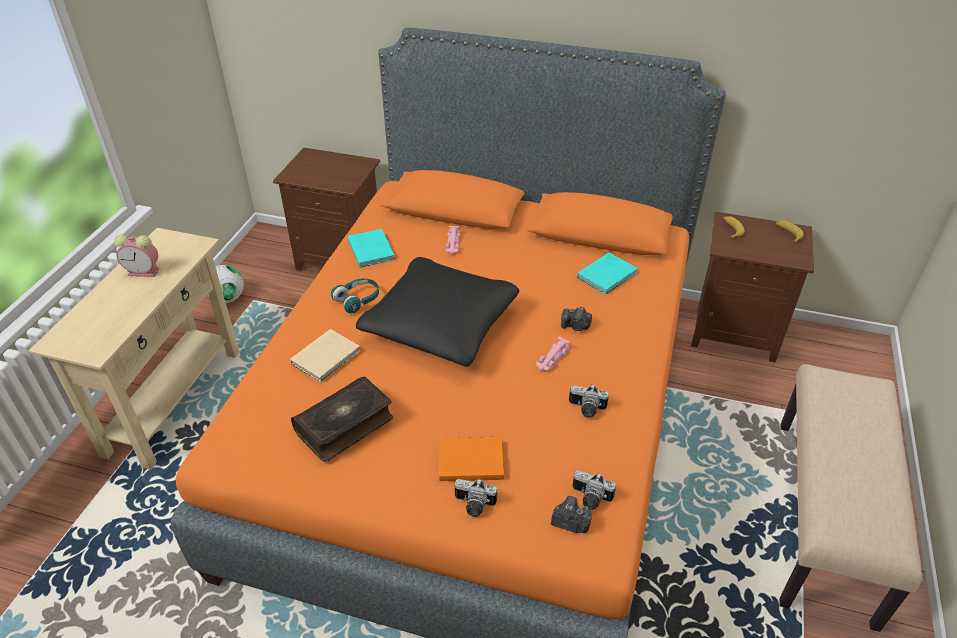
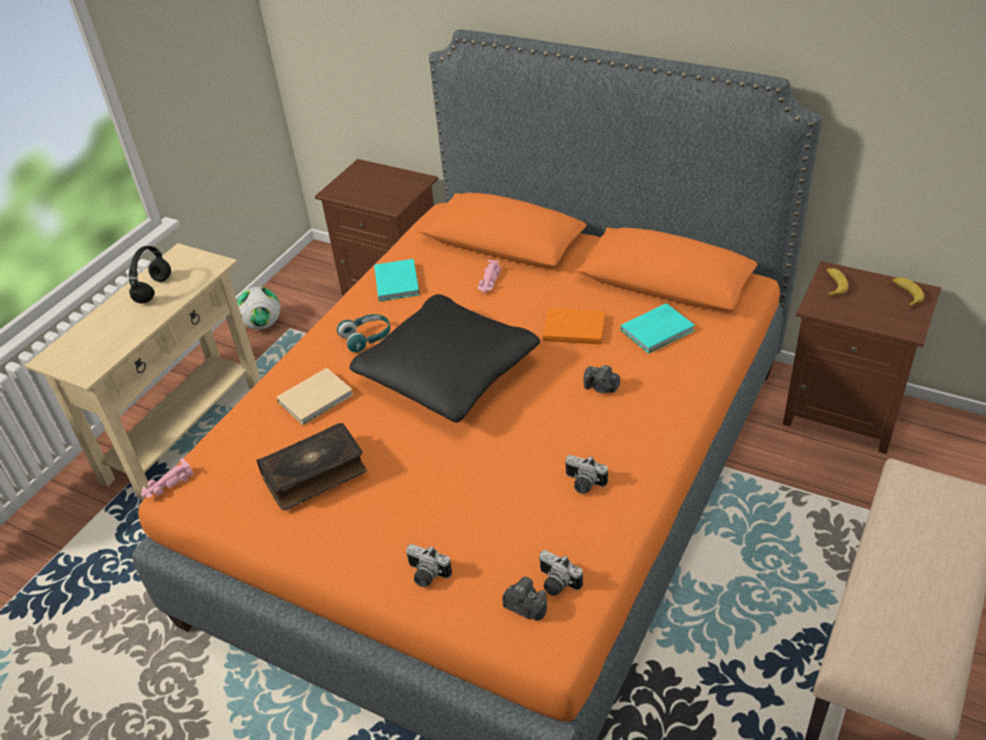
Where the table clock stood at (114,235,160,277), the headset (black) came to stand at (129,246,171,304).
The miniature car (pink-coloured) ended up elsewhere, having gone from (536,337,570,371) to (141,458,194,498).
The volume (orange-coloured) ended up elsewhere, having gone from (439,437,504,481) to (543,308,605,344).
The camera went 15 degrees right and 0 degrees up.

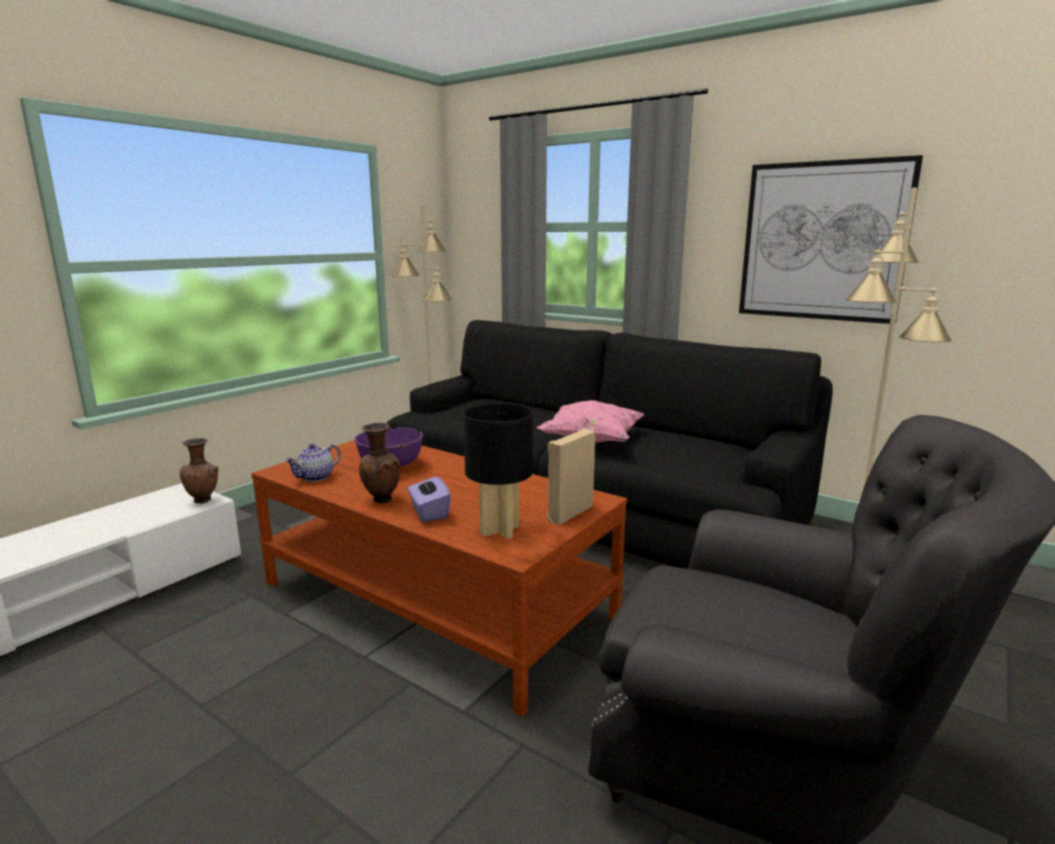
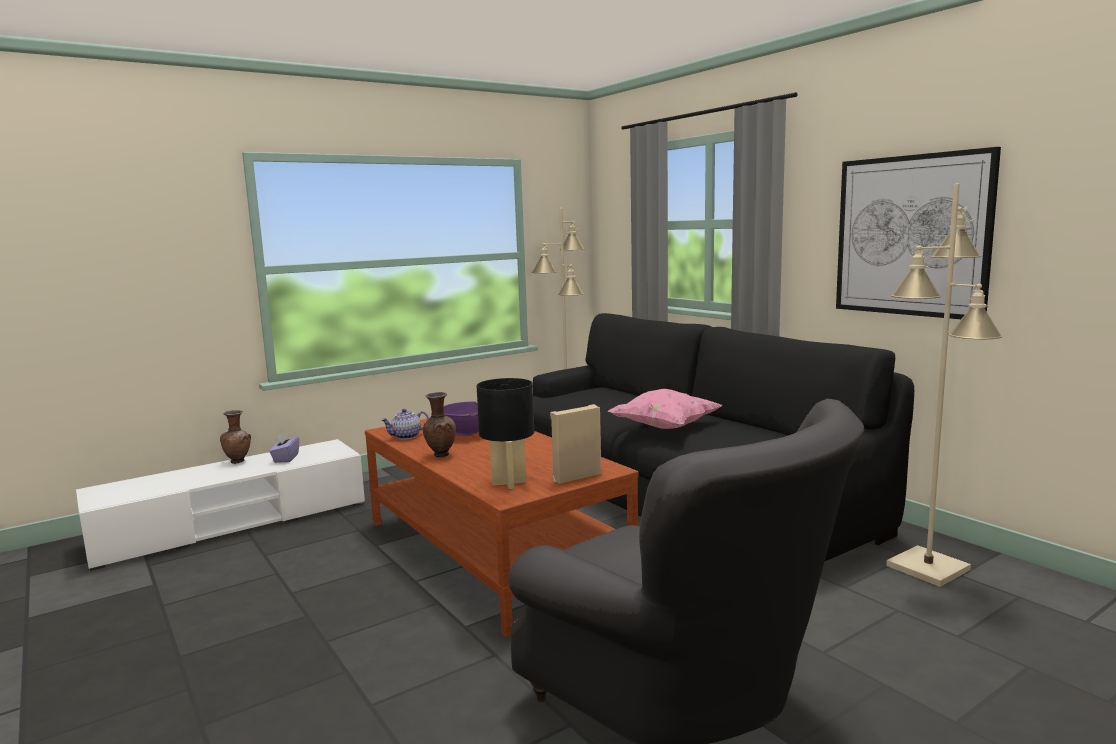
The vase (brown-coloured) ended up elsewhere, having gone from (180,438,218,504) to (220,410,251,464).
The box of tissues (purple) ended up elsewhere, having gone from (408,474,451,522) to (269,432,299,463).
The camera went 20 degrees right and 5 degrees down.

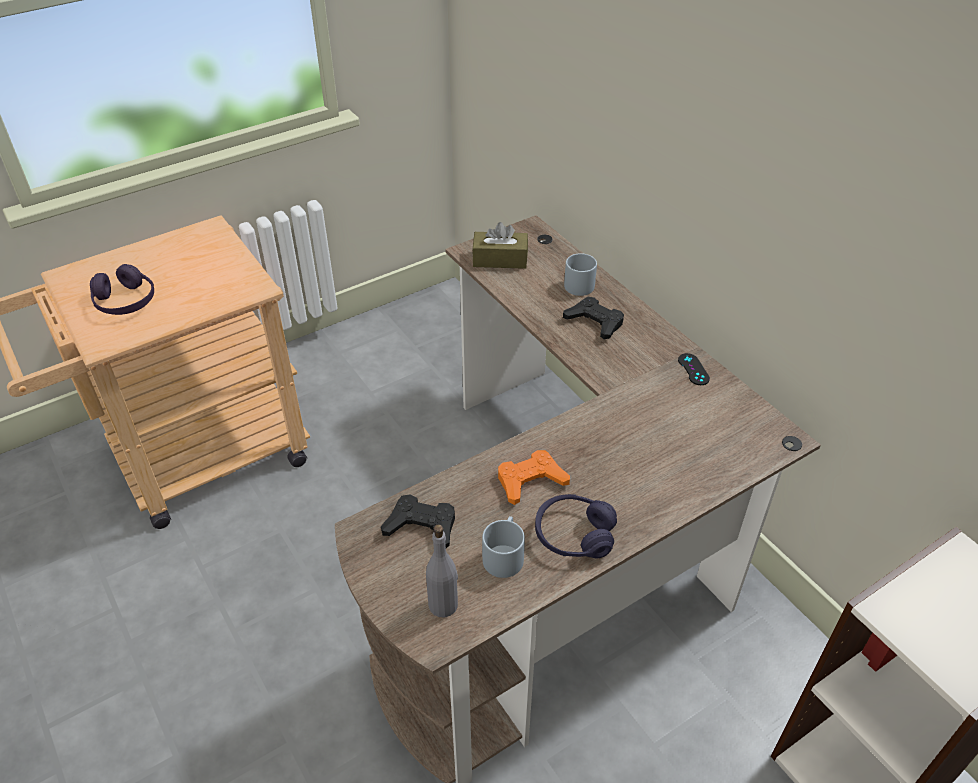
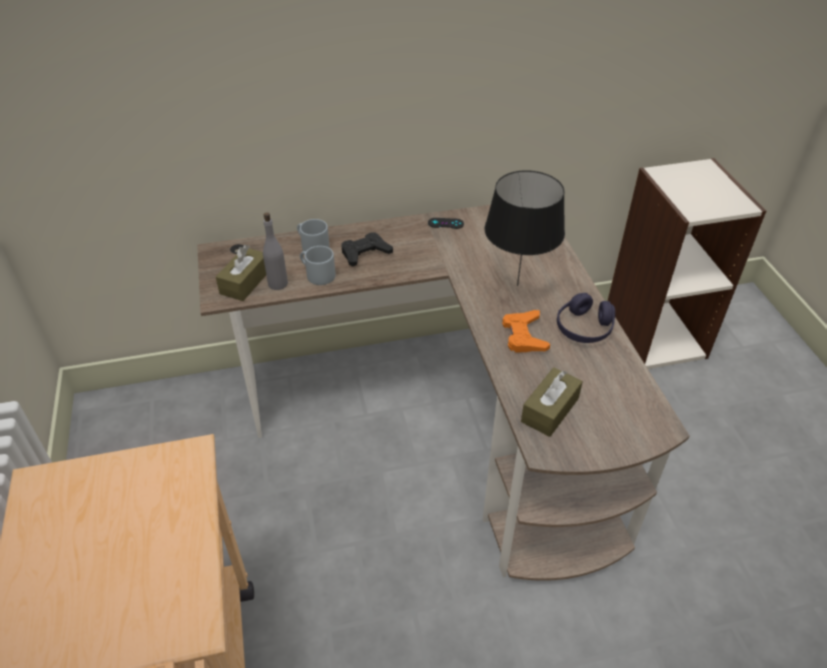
The beverage bottle (greyish) ended up elsewhere, having gone from (426,524,458,617) to (263,212,288,290).
The coffee mug (greyish) ended up elsewhere, having gone from (482,516,525,578) to (300,246,336,285).
The second view gained the table lamp (black) at (484,170,565,286).
Where the joypad (black) stood at (381,495,455,548), the box of tissues (brown-coloured) came to stand at (521,367,583,437).
The second view lost the headset (purple) at (90,264,154,315).
The camera went 70 degrees left and 0 degrees up.

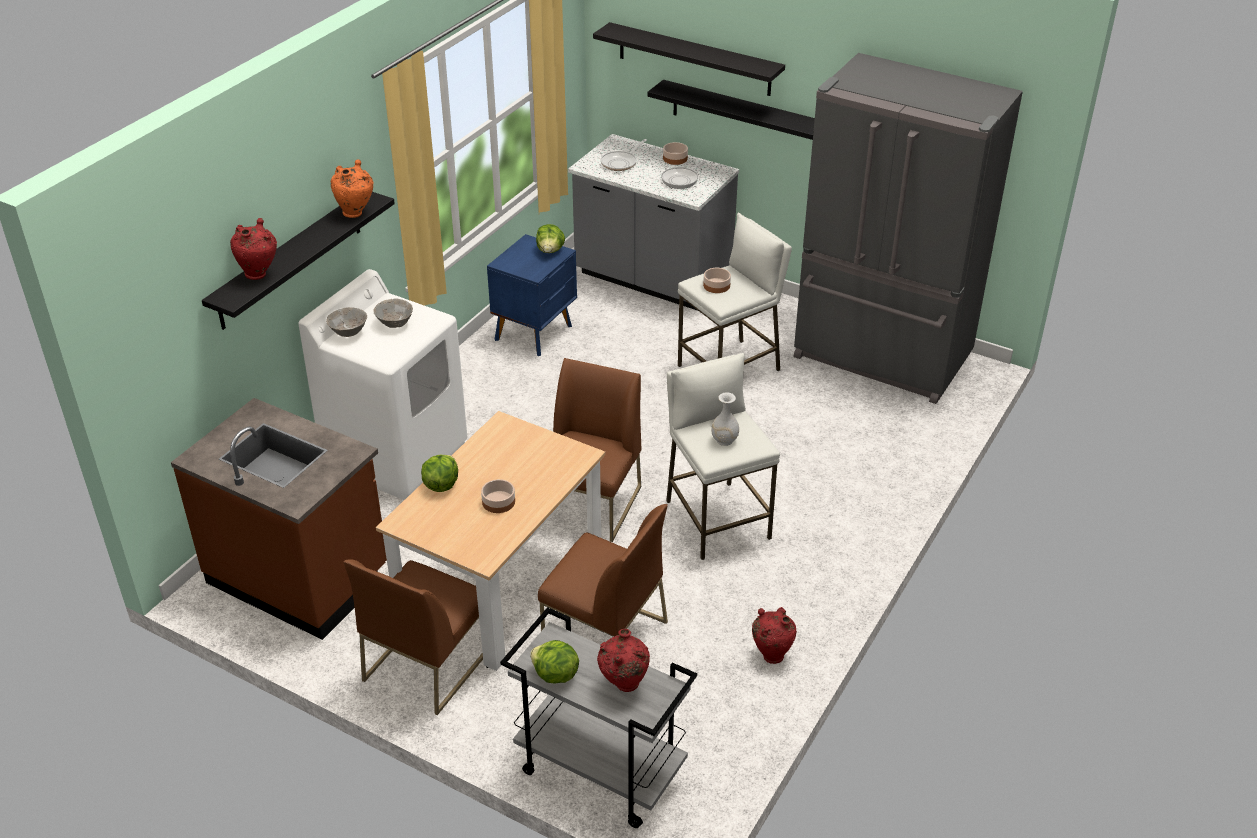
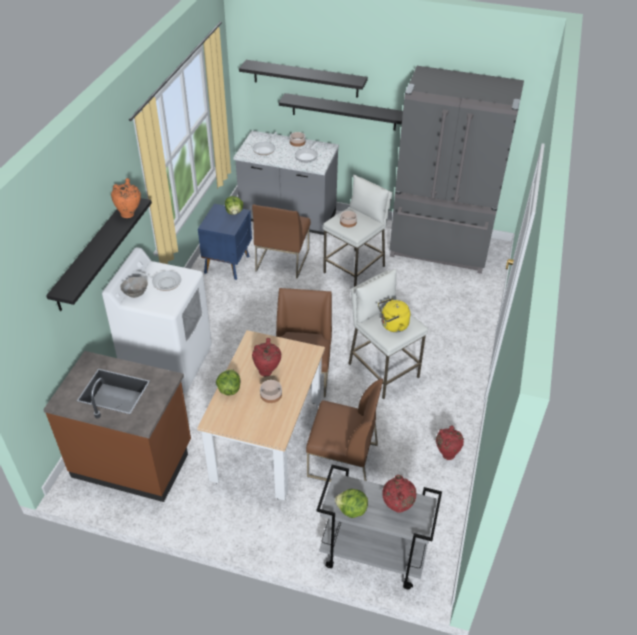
Where the serving bowl (greyish) stood at (373,298,413,328), the frying pan came to stand at (133,270,181,291).
The plain chair (brown-coloured) ended up elsewhere, having gone from (344,559,483,715) to (252,204,311,279).
The vase (red-coloured) ended up elsewhere, having gone from (230,218,277,280) to (252,338,281,376).
Where the vase (white-coloured) stood at (711,392,739,446), the tea kettle (yellowish) came to stand at (378,298,410,332).
The camera went 15 degrees left and 5 degrees up.

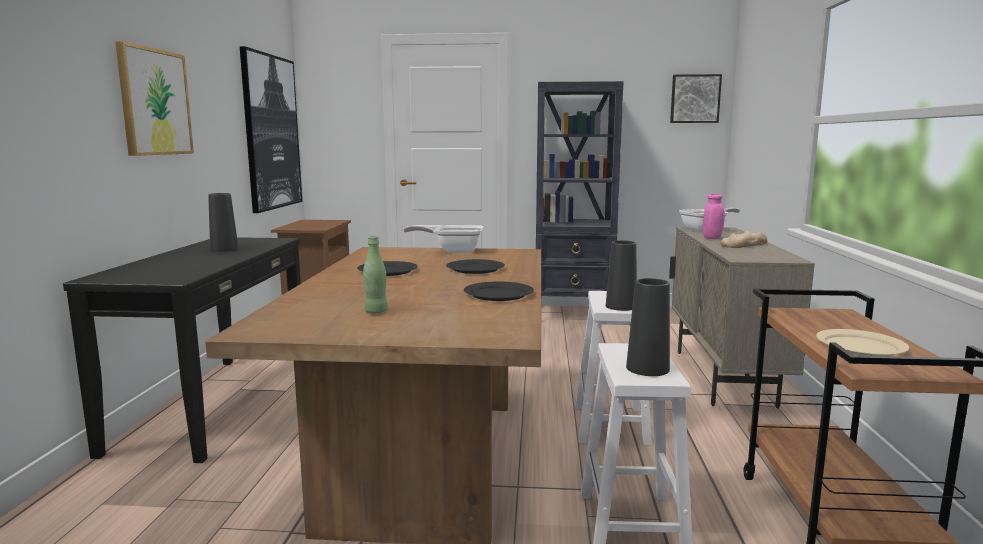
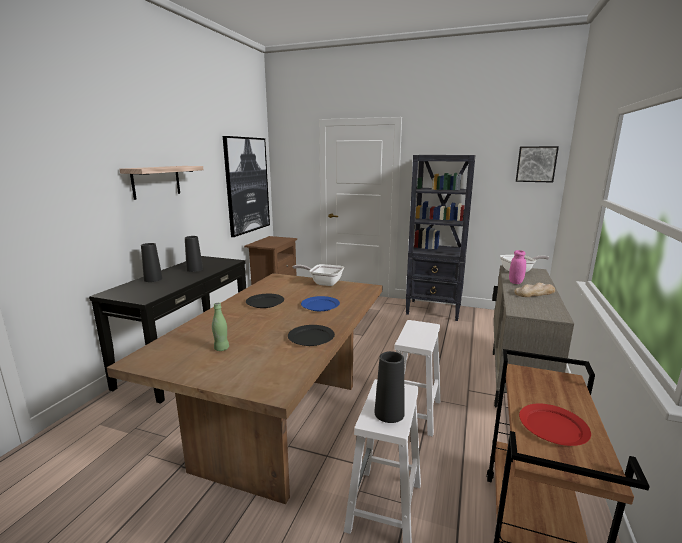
Where the picture hung at (115,41,194,156), the shelf came to hang at (120,166,203,200).
The vase (black) ended up elsewhere, having gone from (606,240,637,311) to (141,243,163,282).
What was the dinner plate (black) at (446,259,505,274) turned into the dinner plate (bluish) at (301,296,340,311).
What was the dinner plate (sand-coloured) at (816,329,910,356) turned into the dinner plate (red-coloured) at (519,403,591,446).
The camera went 15 degrees right and 5 degrees up.

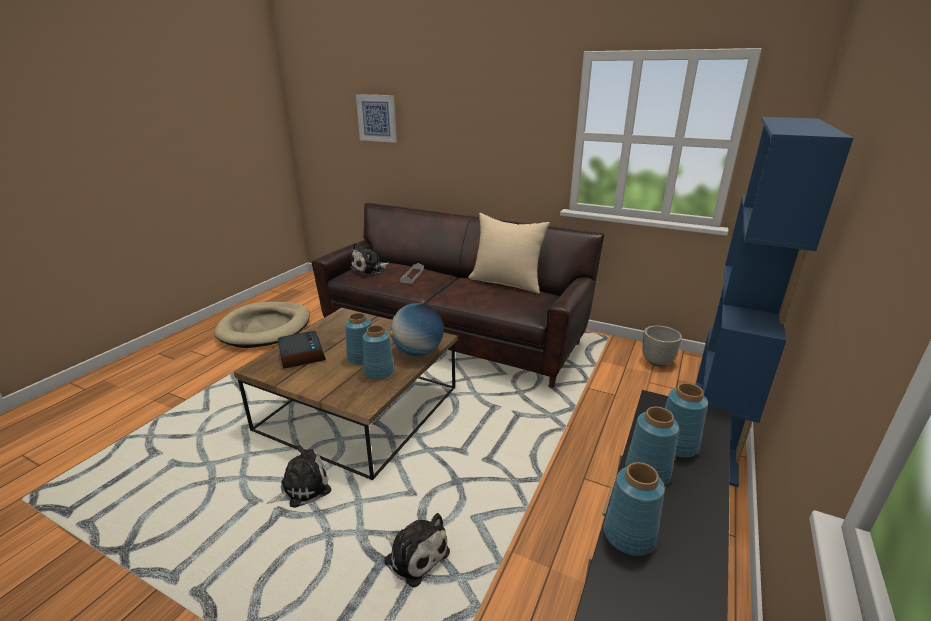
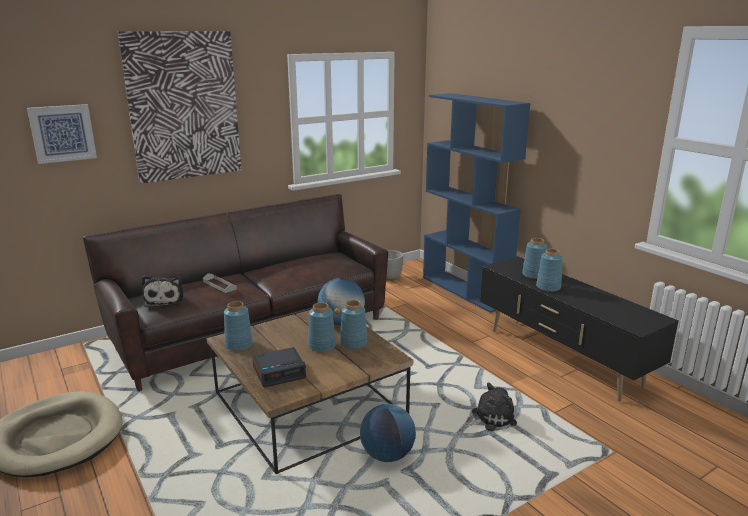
The second view gained the picture at (117,31,241,183).
The vase (bluish) ended up elsewhere, having gone from (604,462,665,556) to (224,301,253,351).
The table clock at (278,331,326,368) ended up facing another way, 150 degrees clockwise from before.
Where the soft toy stood at (267,445,331,508), the globe came to stand at (360,404,416,462).
The second view lost the pillow (sand-coloured) at (468,213,550,294).
The camera went 60 degrees left and 5 degrees down.

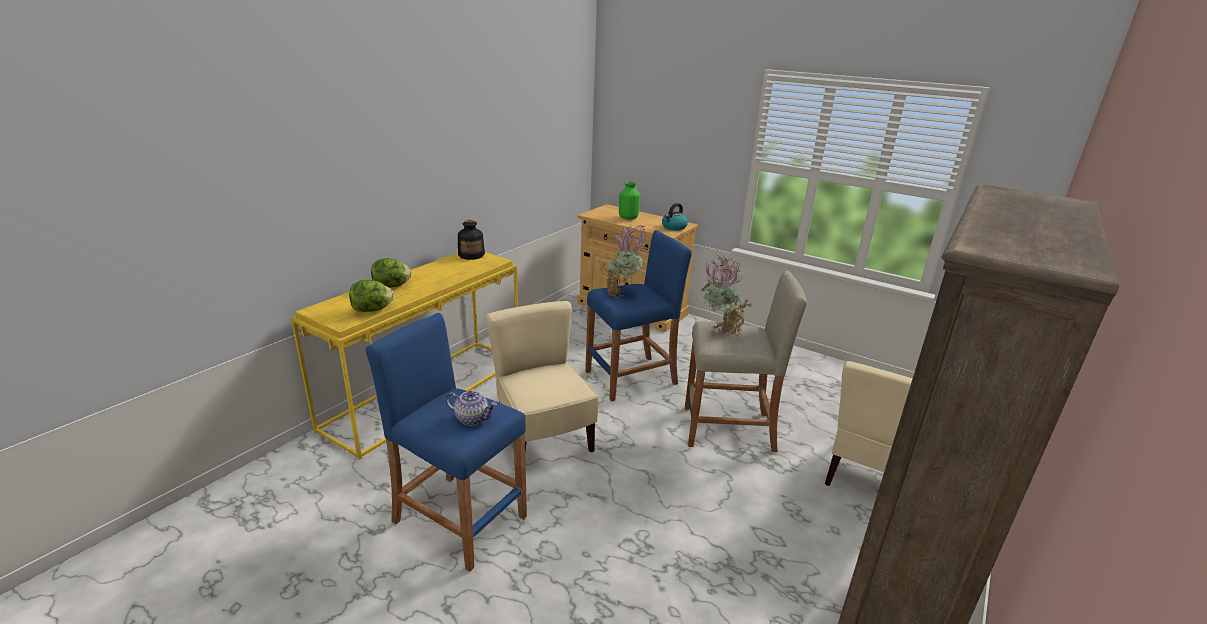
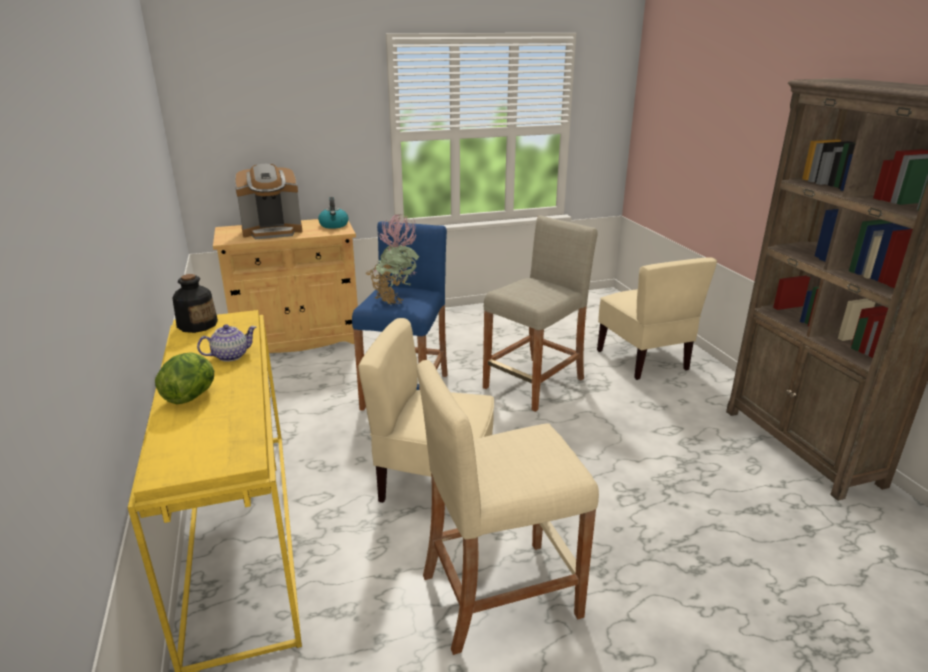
The tea pot ended up elsewhere, having gone from (446,391,497,426) to (197,324,256,362).
Where the vase (green-coloured) stood at (619,182,640,220), the coffee machine came to stand at (235,164,302,239).
What was the sitting stool (bluish) at (366,313,527,572) turned into the sitting stool (sand-coloured) at (417,360,599,655).
The second view lost the lettuce head at (349,280,394,312).
The second view lost the houseplant at (702,254,752,336).
The camera went 50 degrees left and 0 degrees up.

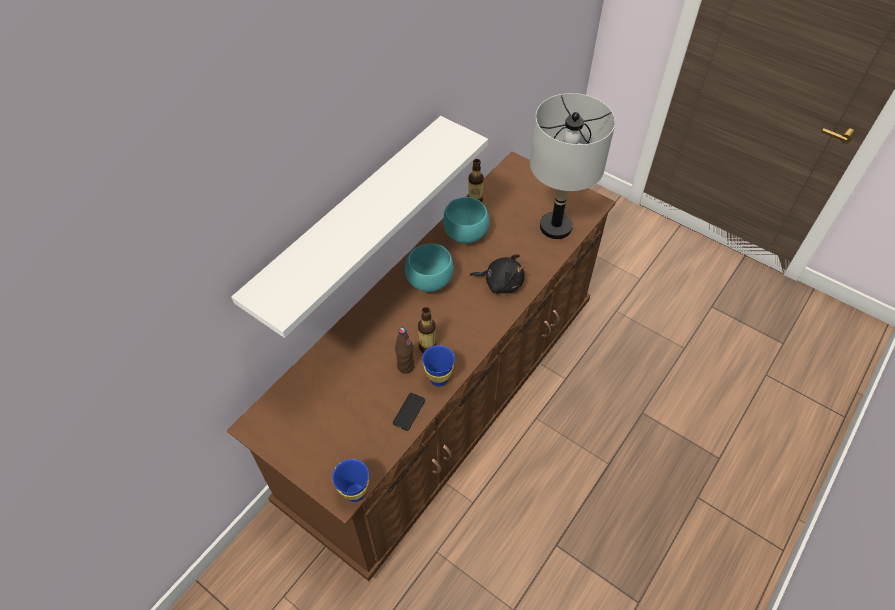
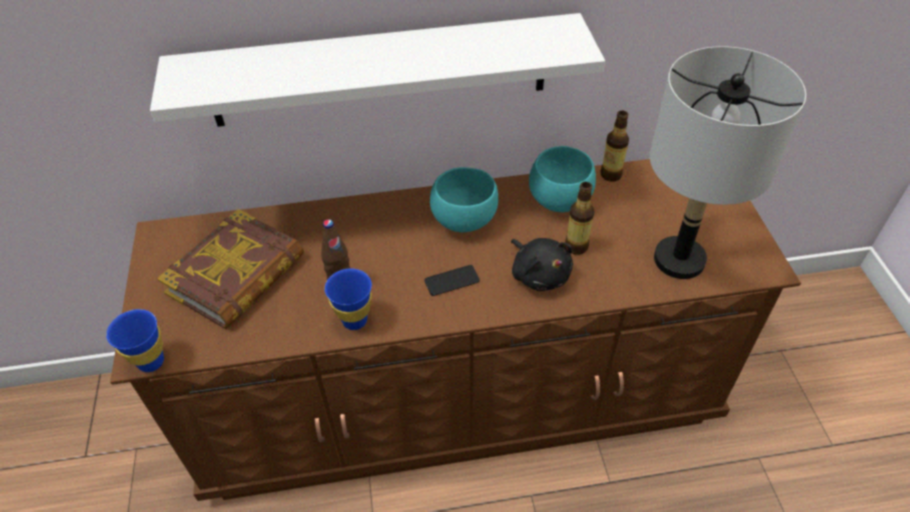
The second view gained the volume at (157,209,304,329).
The handset ended up elsewhere, having gone from (393,393,425,431) to (424,265,480,296).
The beverage bottle ended up elsewhere, having gone from (418,307,436,353) to (565,182,595,255).
The camera went 45 degrees right and 5 degrees down.

